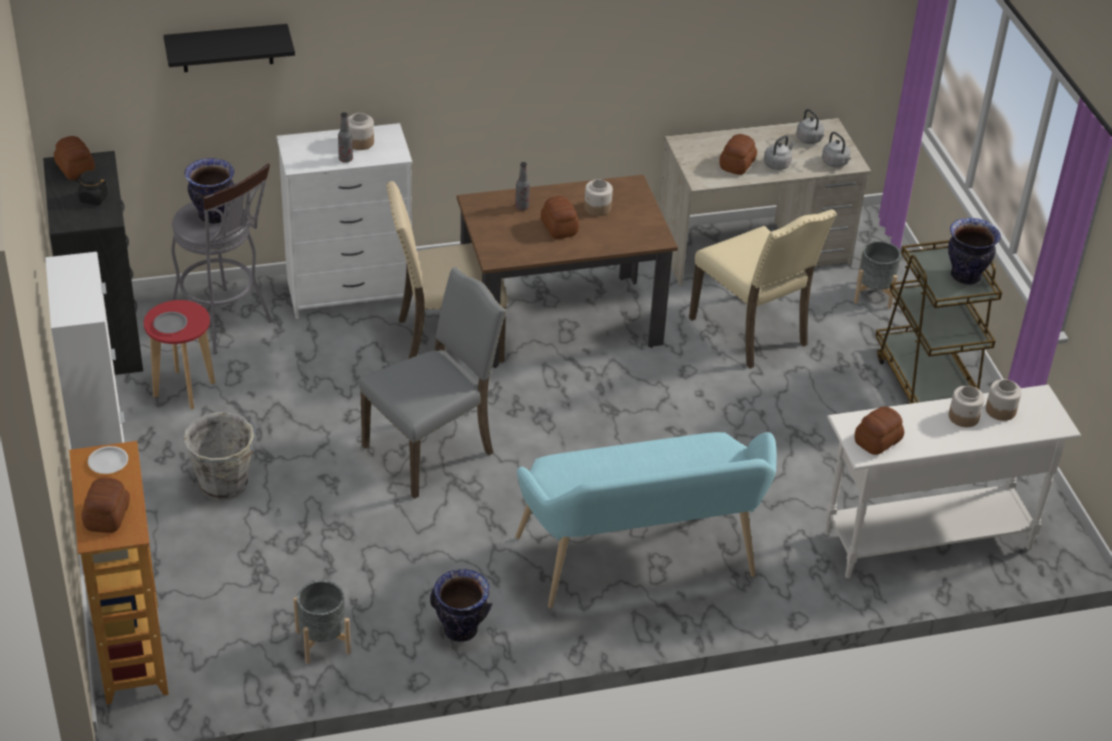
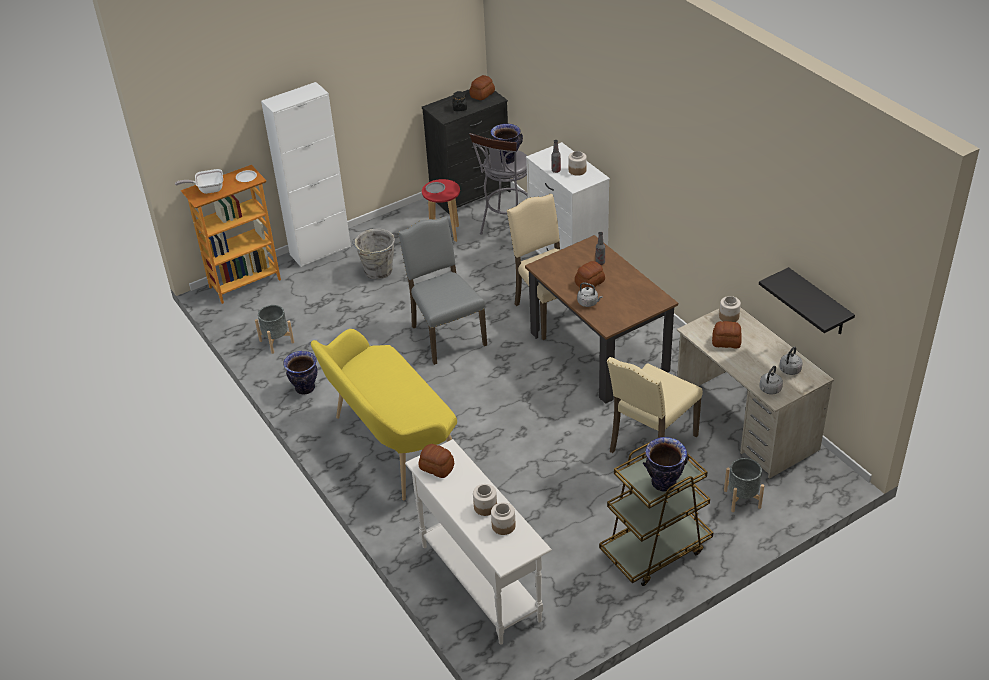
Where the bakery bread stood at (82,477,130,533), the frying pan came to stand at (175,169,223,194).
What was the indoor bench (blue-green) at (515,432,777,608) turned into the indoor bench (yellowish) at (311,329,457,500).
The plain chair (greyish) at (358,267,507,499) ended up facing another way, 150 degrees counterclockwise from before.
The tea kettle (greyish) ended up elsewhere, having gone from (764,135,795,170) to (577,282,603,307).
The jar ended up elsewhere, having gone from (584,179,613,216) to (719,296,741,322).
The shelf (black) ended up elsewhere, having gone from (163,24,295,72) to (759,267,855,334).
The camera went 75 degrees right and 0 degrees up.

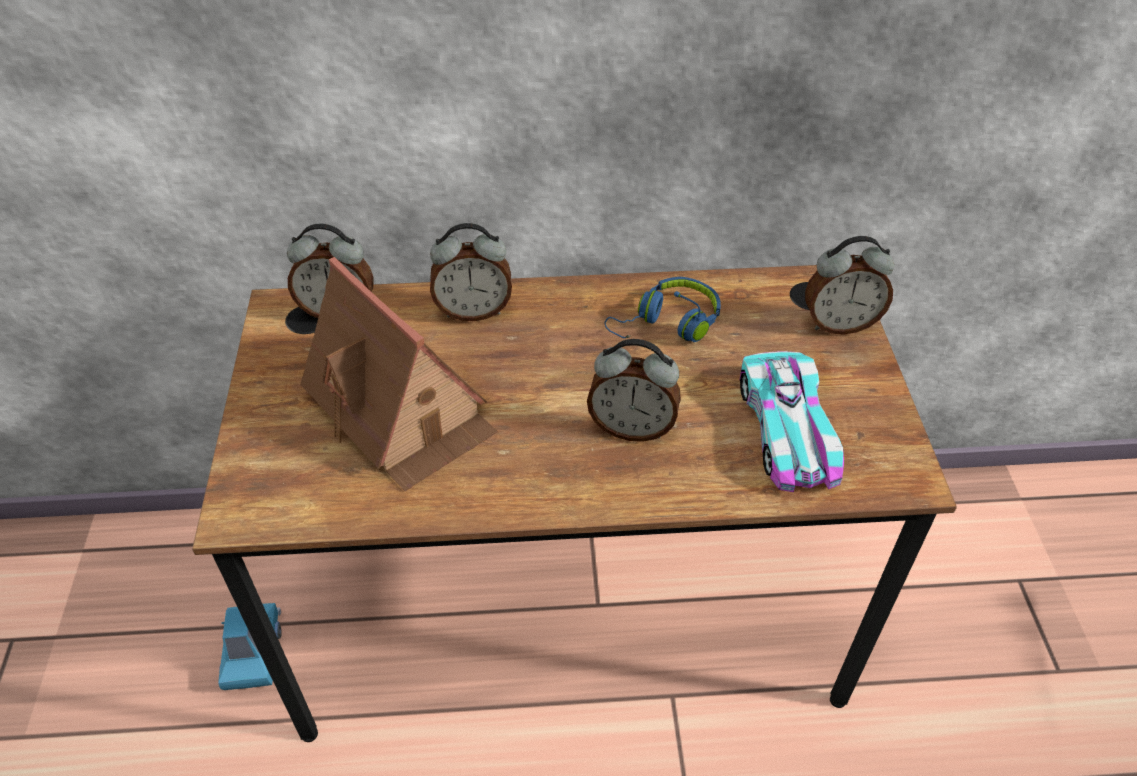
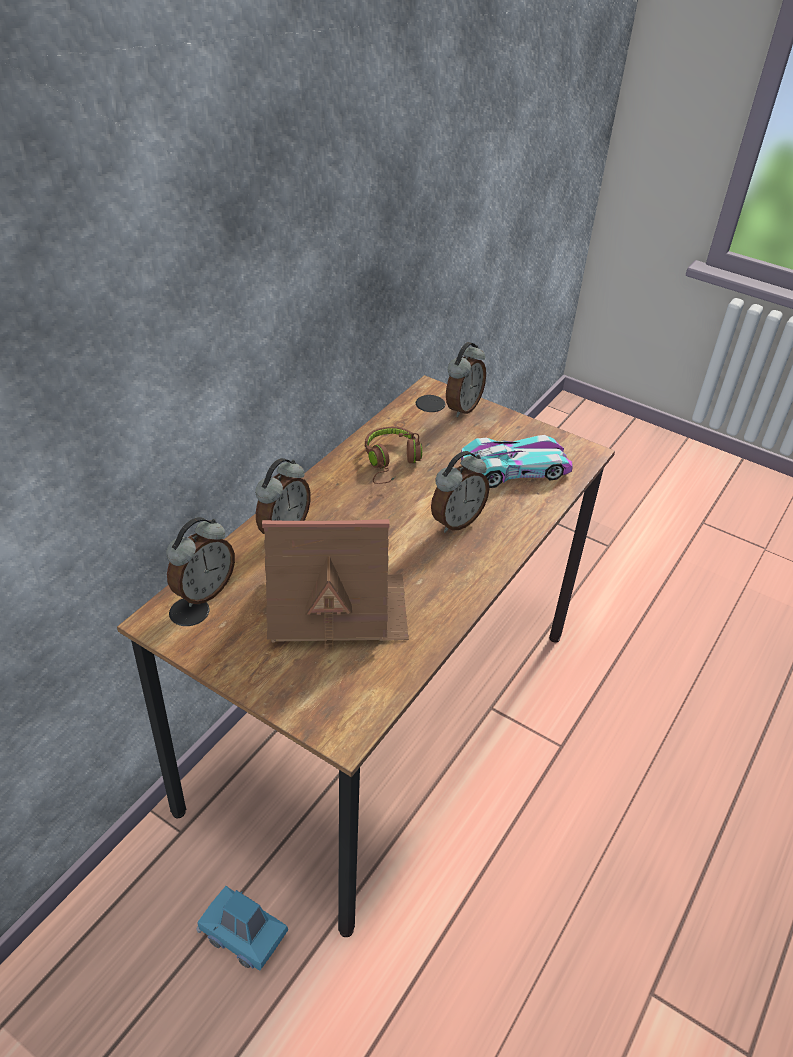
What was the headset (bluish) at (605,277,721,342) turned into the headset (brown-coloured) at (365,427,422,484).
The miniature car at (740,351,844,492) ended up facing another way, 45 degrees counterclockwise from before.
The camera went 55 degrees left and 5 degrees down.

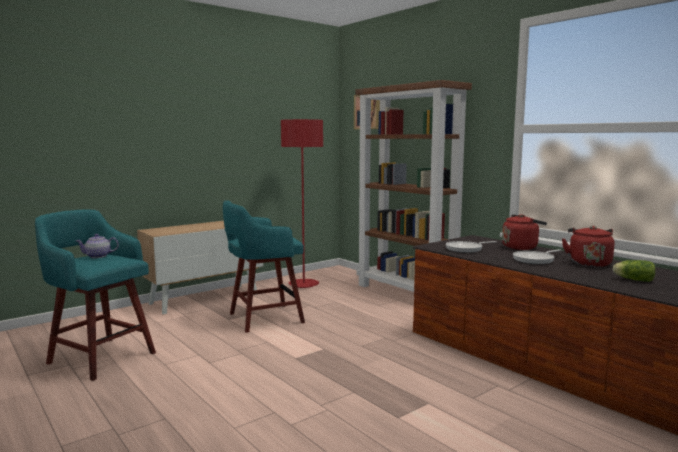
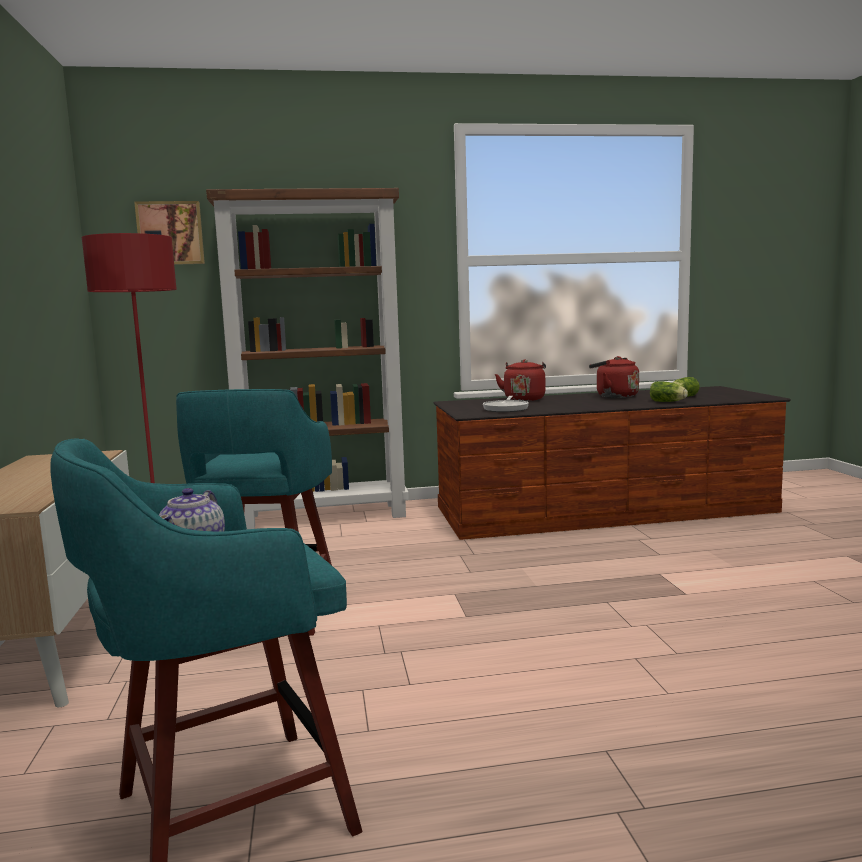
The second view gained the lettuce head at (650,381,688,402).
The second view lost the frying pan at (513,249,562,264).
The camera went 60 degrees left and 0 degrees up.

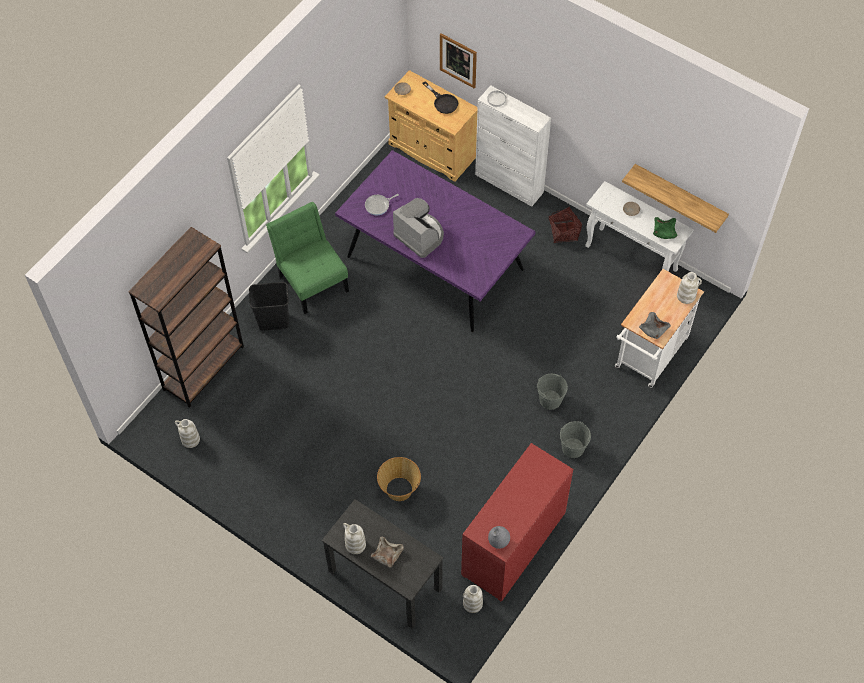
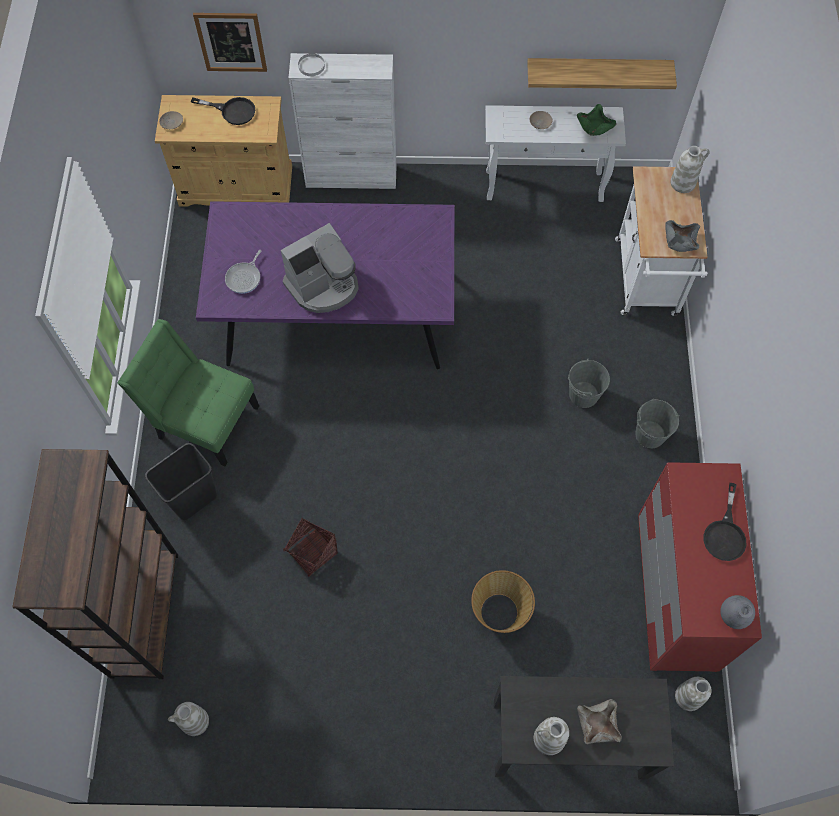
The coffee machine at (393,198,444,258) ended up facing another way, 135 degrees clockwise from before.
The basket ended up elsewhere, having gone from (549,207,582,243) to (283,518,338,577).
The second view gained the frying pan (black) at (704,483,746,561).
The camera went 35 degrees left and 5 degrees up.

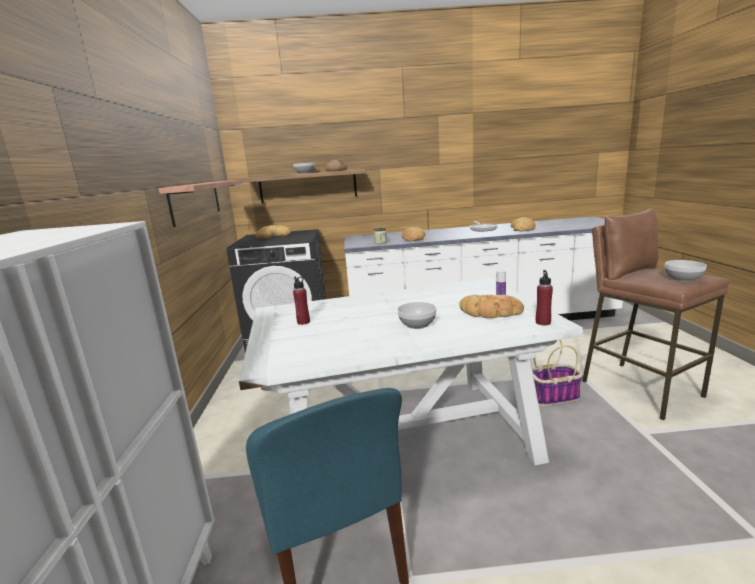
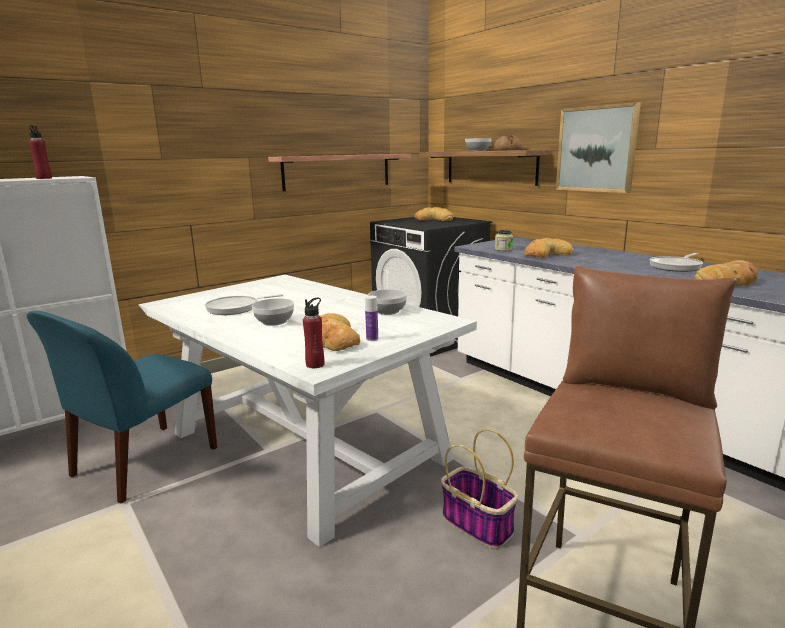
The beverage bottle (red-coloured) ended up elsewhere, having gone from (293,276,310,325) to (29,125,52,179).
The second view gained the frying pan at (205,294,283,315).
The serving bowl ended up elsewhere, having gone from (665,260,707,282) to (368,289,407,315).
The second view gained the picture at (556,102,641,193).
The camera went 55 degrees right and 0 degrees up.

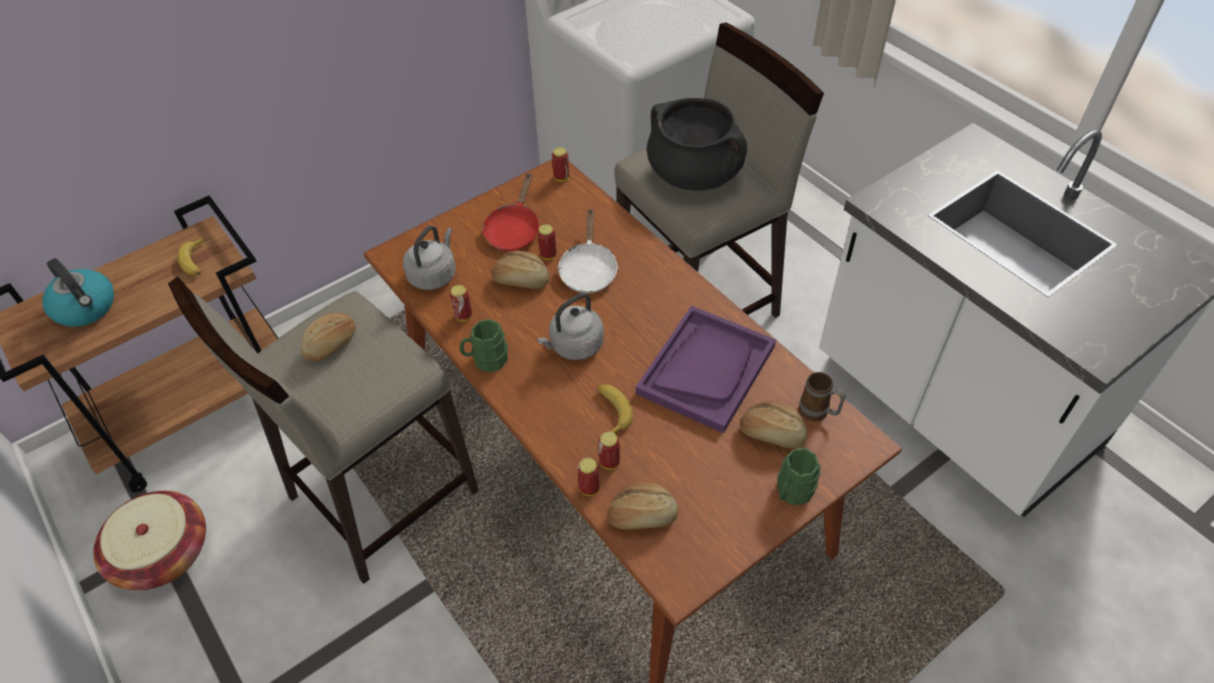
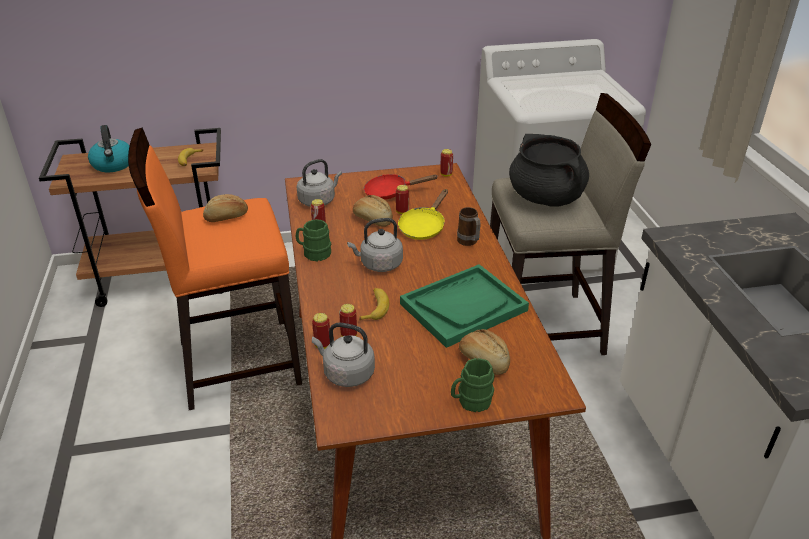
What was the sitting stool (sand-coloured) at (168,276,479,584) turned into the sitting stool (orange-coloured) at (128,128,302,410).
Where the bakery bread stood at (607,483,679,529), the tea kettle (greyish) came to stand at (312,323,375,387).
The frying pan (red-coloured) at (483,174,539,251) ended up facing another way, 45 degrees clockwise from before.
What was the frying pan (white-coloured) at (557,209,619,293) turned into the frying pan (yellowish) at (398,189,448,240).
What was the carrying tray (purple) at (636,305,776,433) turned into the carrying tray (green-coloured) at (400,264,529,348).
The coffee mug ended up elsewhere, having gone from (799,372,846,422) to (457,207,481,246).
The second view lost the basket at (93,491,206,591).
The camera went 25 degrees right and 15 degrees down.

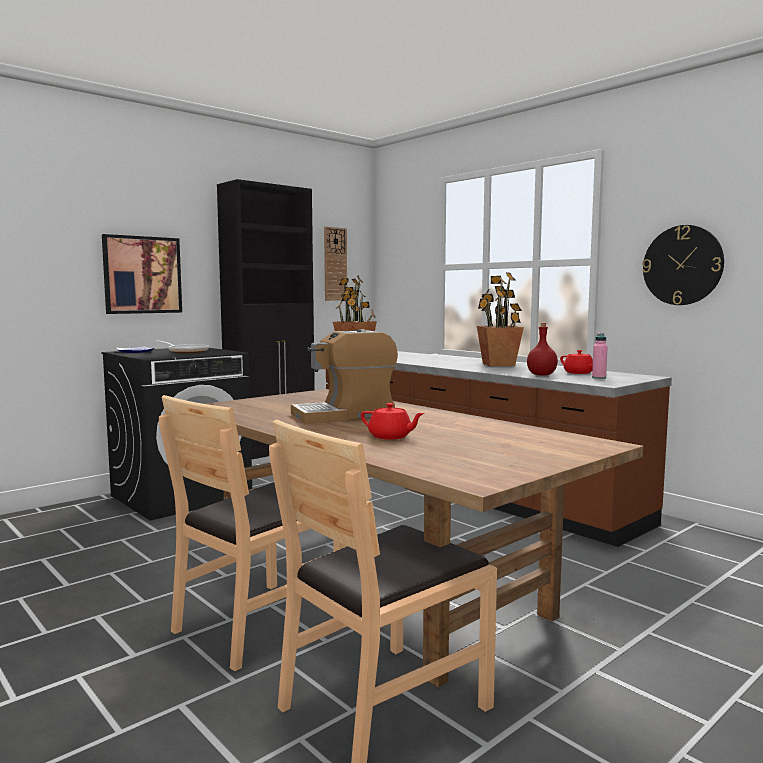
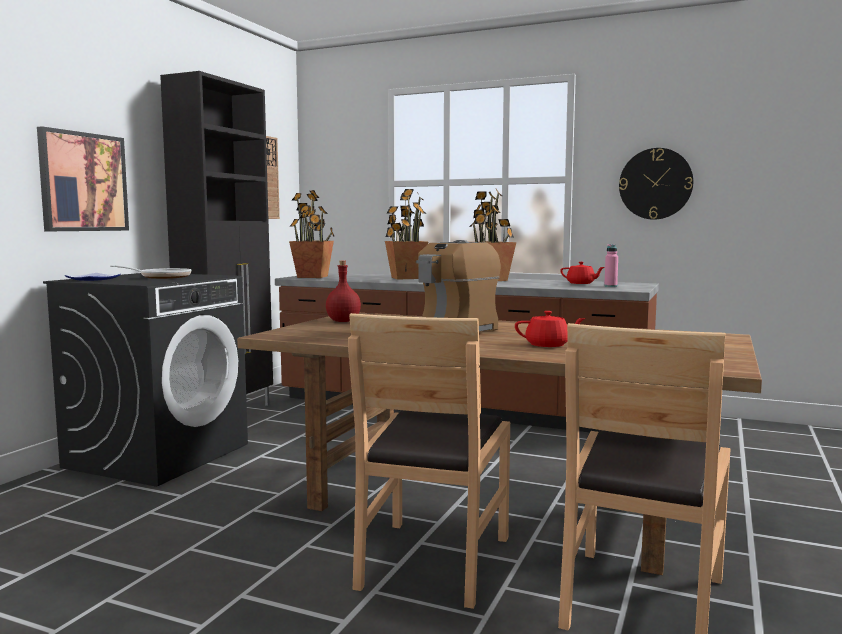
The beverage bottle (red-coloured) ended up elsewhere, having gone from (527,323,558,376) to (326,260,361,322).
The second view gained the houseplant at (385,189,428,279).
The camera went 25 degrees left and 0 degrees up.

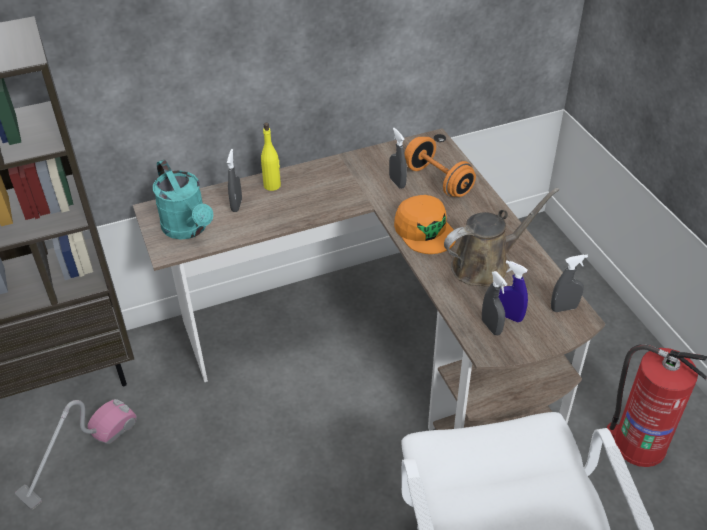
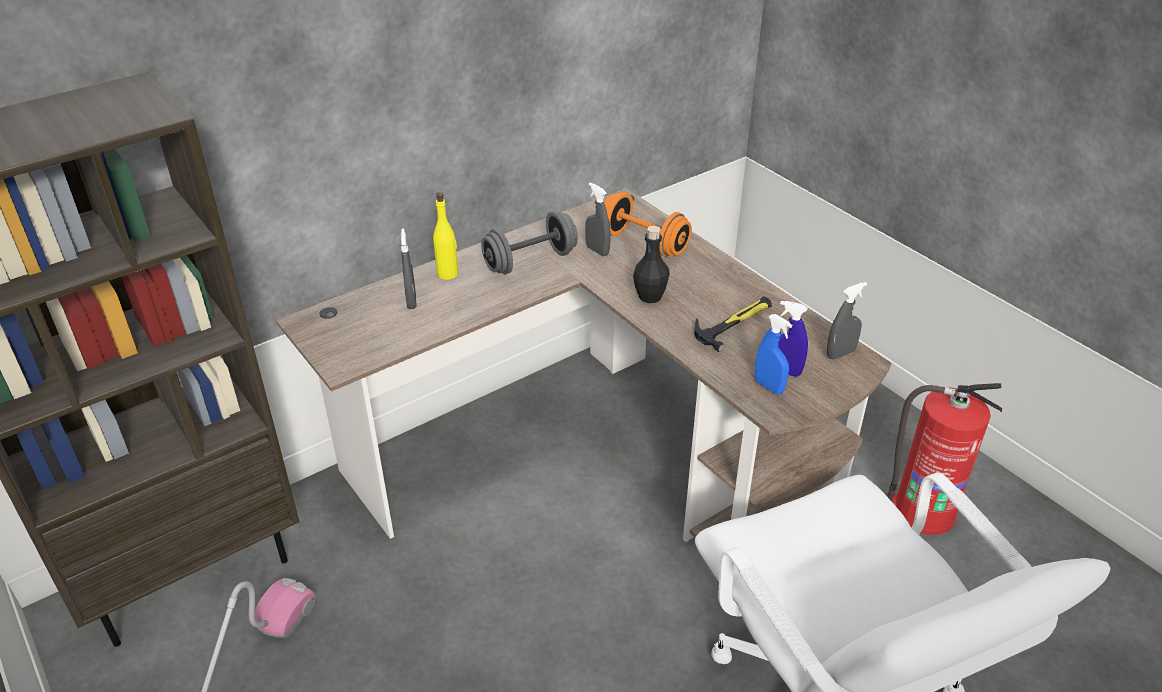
The second view gained the free weight (greyish) at (481,211,578,274).
Where the peaked cap (orange-coloured) stood at (394,195,456,254), the beverage bottle (black) came to stand at (633,226,670,303).
Where the sprinkling can (brown-coloured) stood at (444,188,559,287), the hammer came to stand at (694,296,772,352).
What was the spray bottle (greyish) at (482,271,507,335) turned into the spray bottle (bluish) at (755,314,792,394).
The second view lost the sprinkling can (blue-green) at (153,160,213,240).
The camera went 15 degrees left and 5 degrees down.

